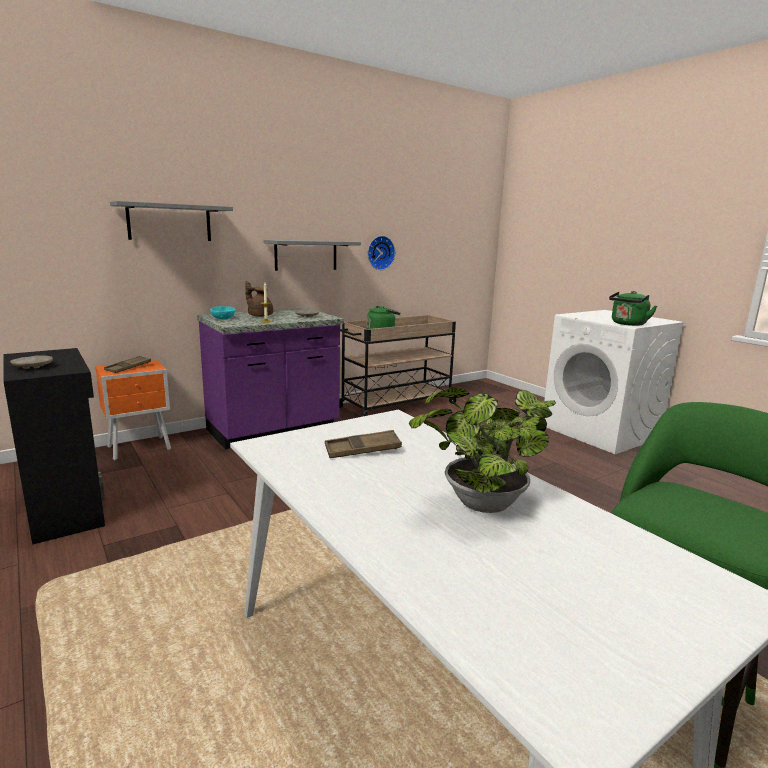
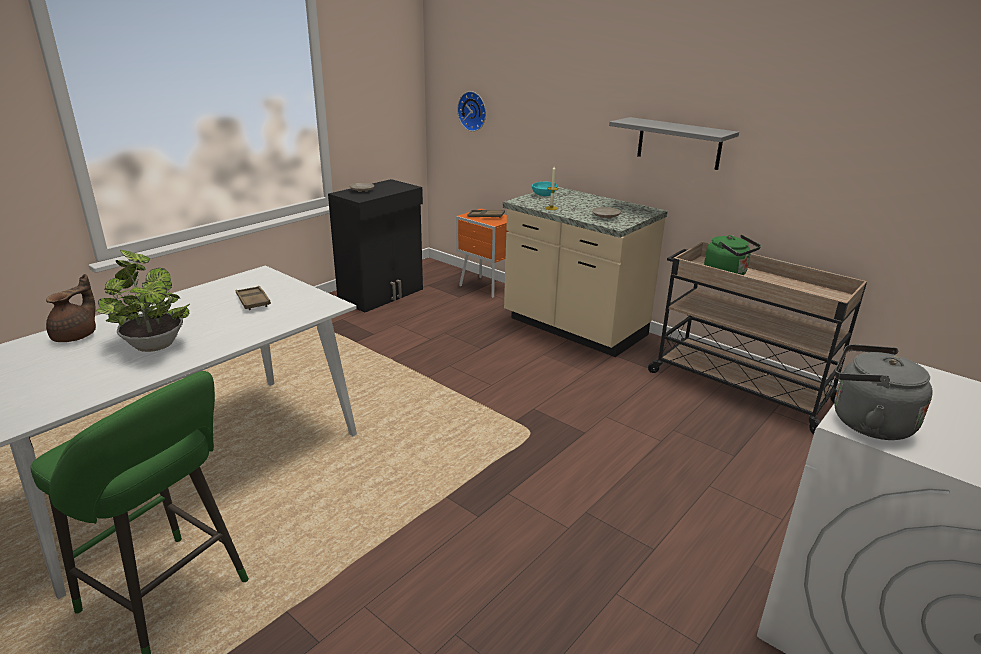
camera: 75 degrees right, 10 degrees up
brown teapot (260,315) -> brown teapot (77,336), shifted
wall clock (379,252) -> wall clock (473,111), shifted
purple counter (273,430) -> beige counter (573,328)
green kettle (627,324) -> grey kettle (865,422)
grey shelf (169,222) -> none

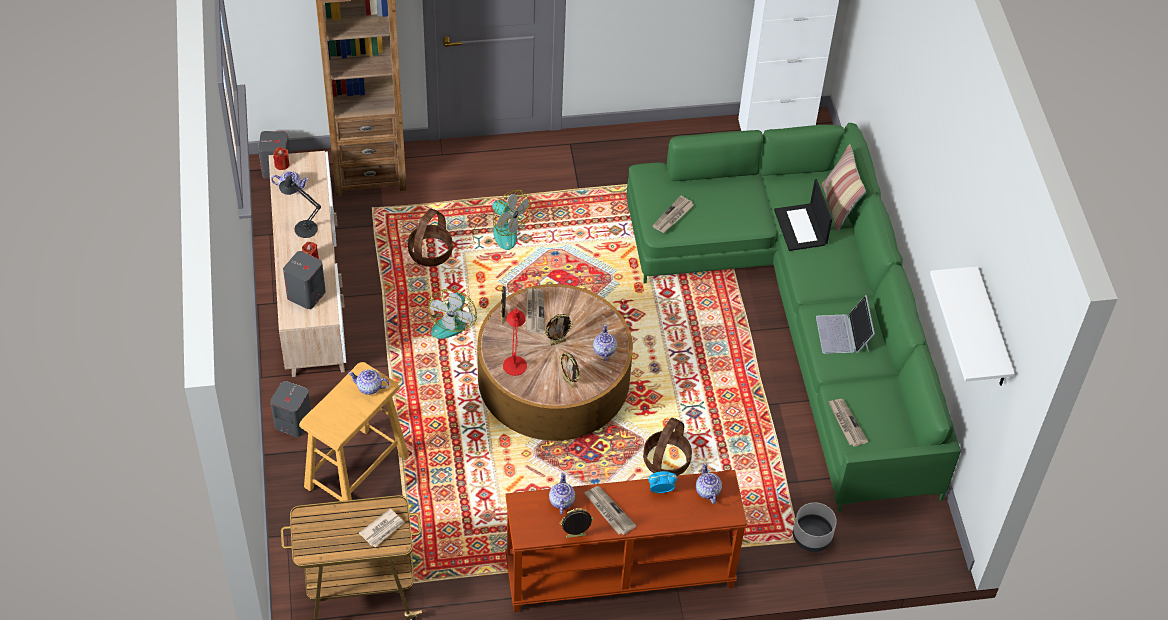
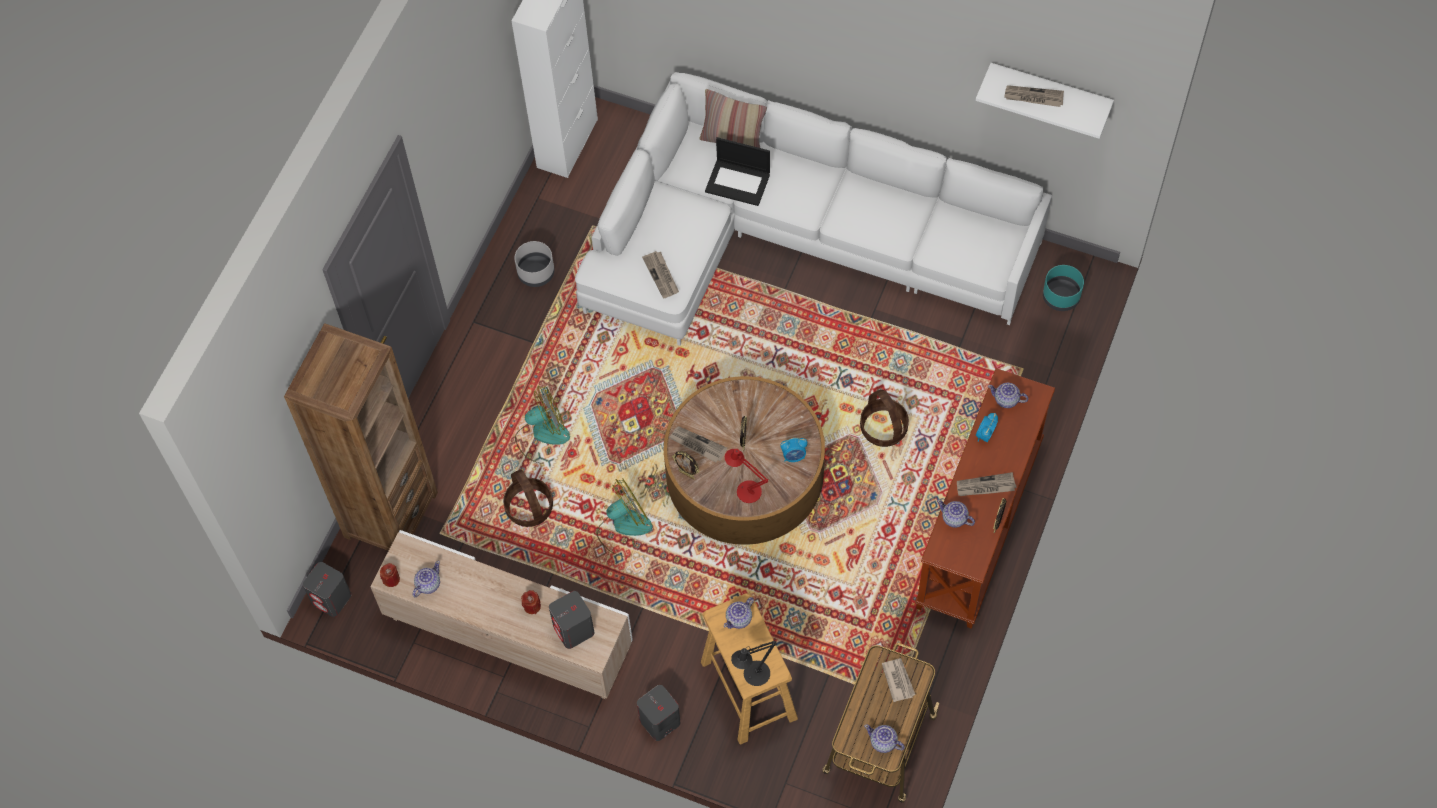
camera: 55 degrees left, 10 degrees up
grey planter (812,537) -> grey planter (536,273), shifted
green sofa (802,313) -> white sofa (791,238)
fan (451,321) -> fan (623,528), 75 degrees counterclockwise
black table lamp (302,227) -> black table lamp (753,675), shifted
picture frame (569,382) -> alarm clock (794,456)
teapot (604,350) -> teapot (883,742), shifted
newspaper (846,423) -> newspaper (1033,97), shifted
none -> turquoise planter (1061,297)
laptop (843,334) -> none

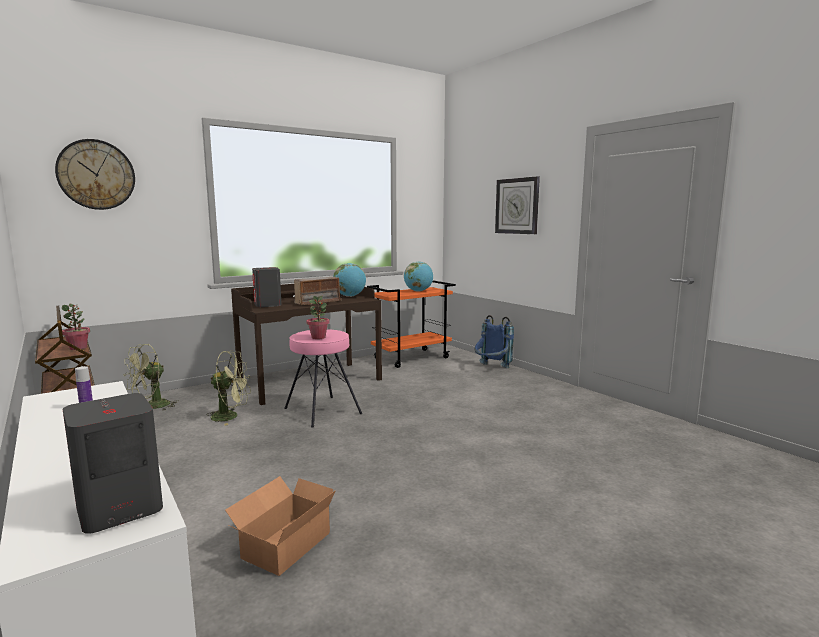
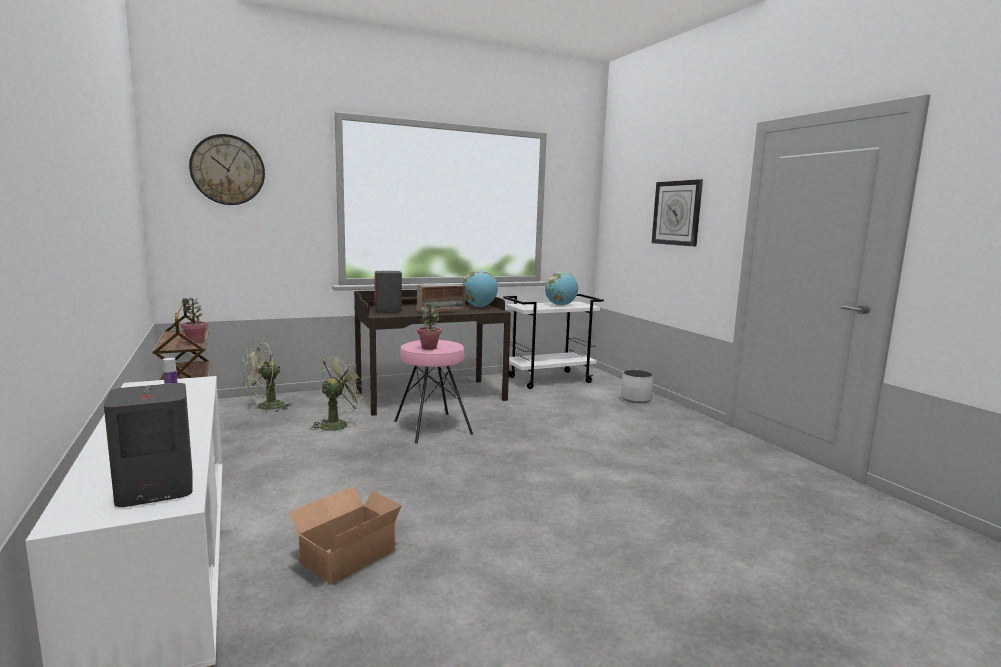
camera: 10 degrees right, 0 degrees up
green fan (231,416) -> green fan (338,424), 60 degrees counterclockwise
orange cart (412,358) -> white cart (549,380)
blue backpack (491,369) -> white planter (636,399)

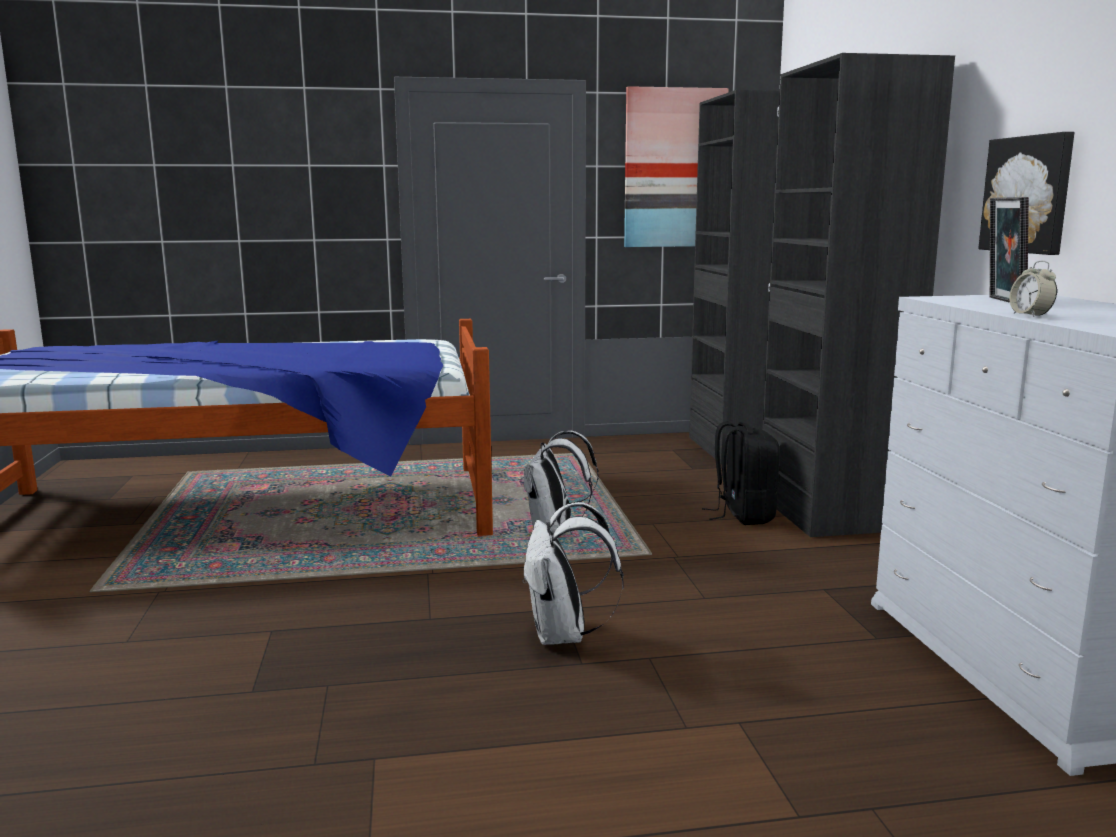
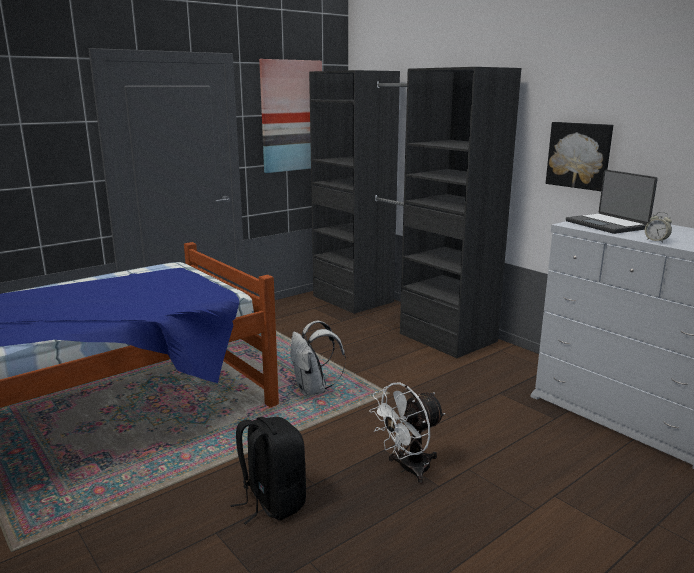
camera: 30 degrees left, 5 degrees up
black backpack (742,515) -> black backpack (271,502), shifted
white backpack (564,635) -> white fan (408,469)
picture frame (1002,301) -> laptop (607,225)

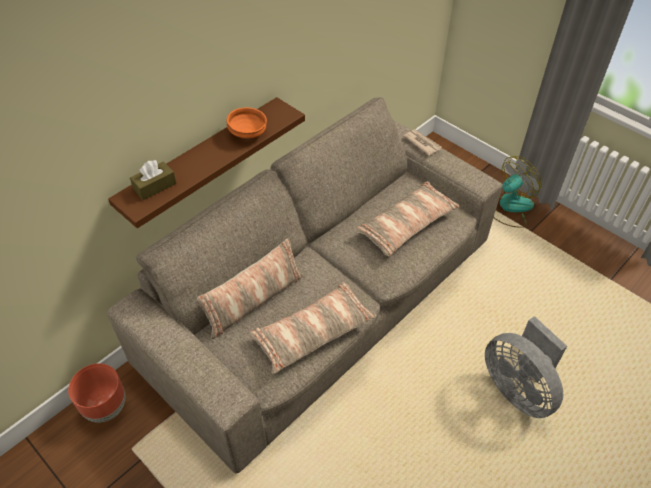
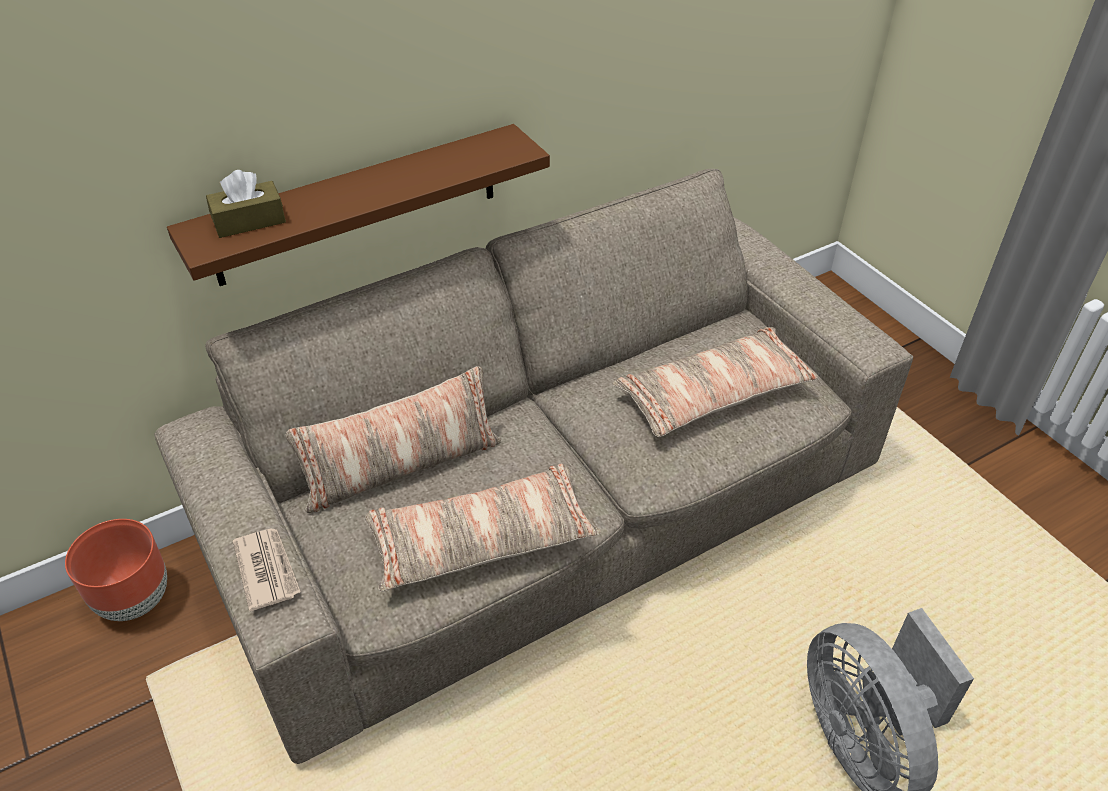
camera: 15 degrees right, 5 degrees down
newspaper (422,143) -> newspaper (267,569), shifted
orange bowl (248,134) -> none
fan (509,207) -> none

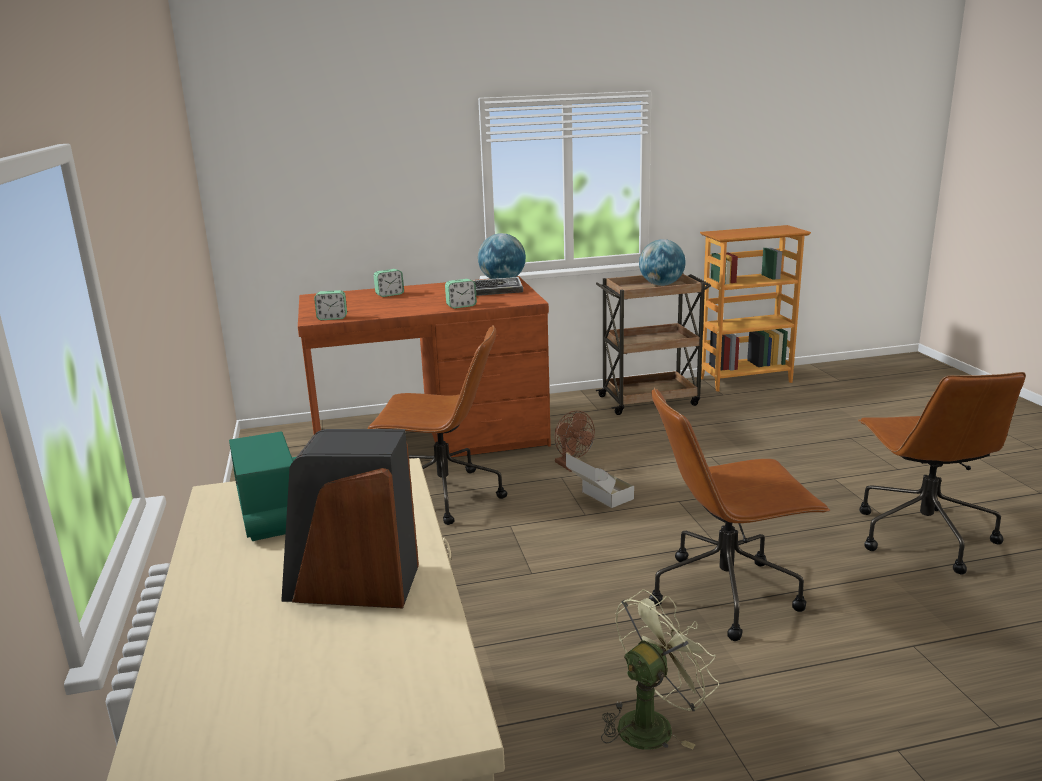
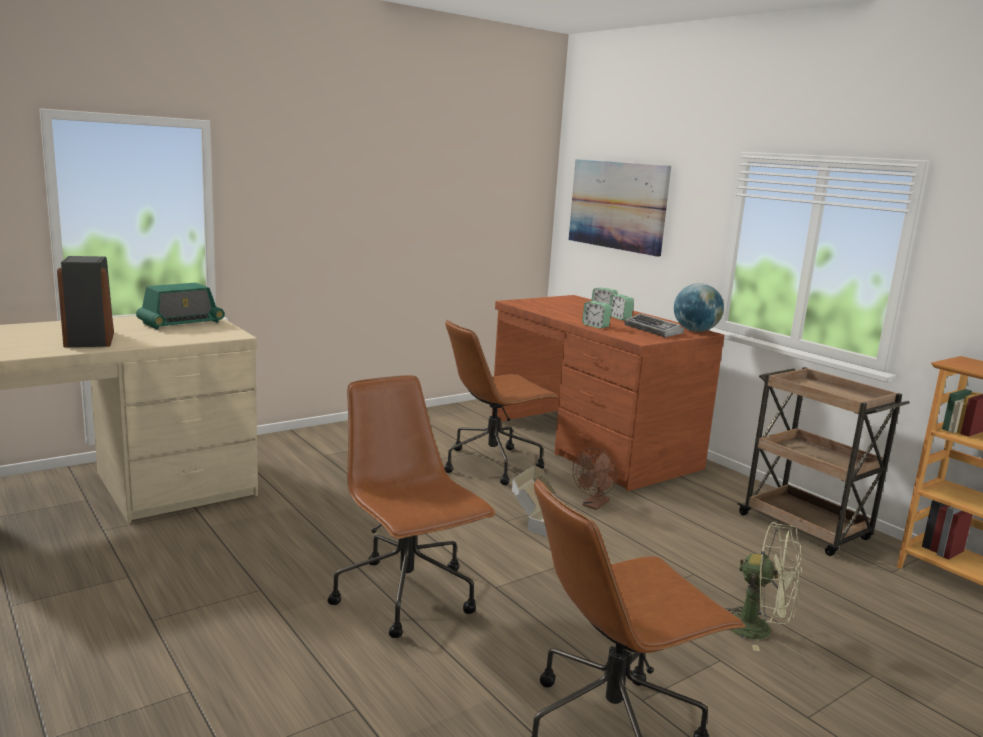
camera: 65 degrees right, 5 degrees down
brown office chair (442,496) -> brown office chair (492,464), 75 degrees clockwise
none -> picture (618,205)
alarm clock (332,318) -> alarm clock (620,318), shifted
green fan (652,723) -> green fan (759,630), shifted
globe (661,285) -> none

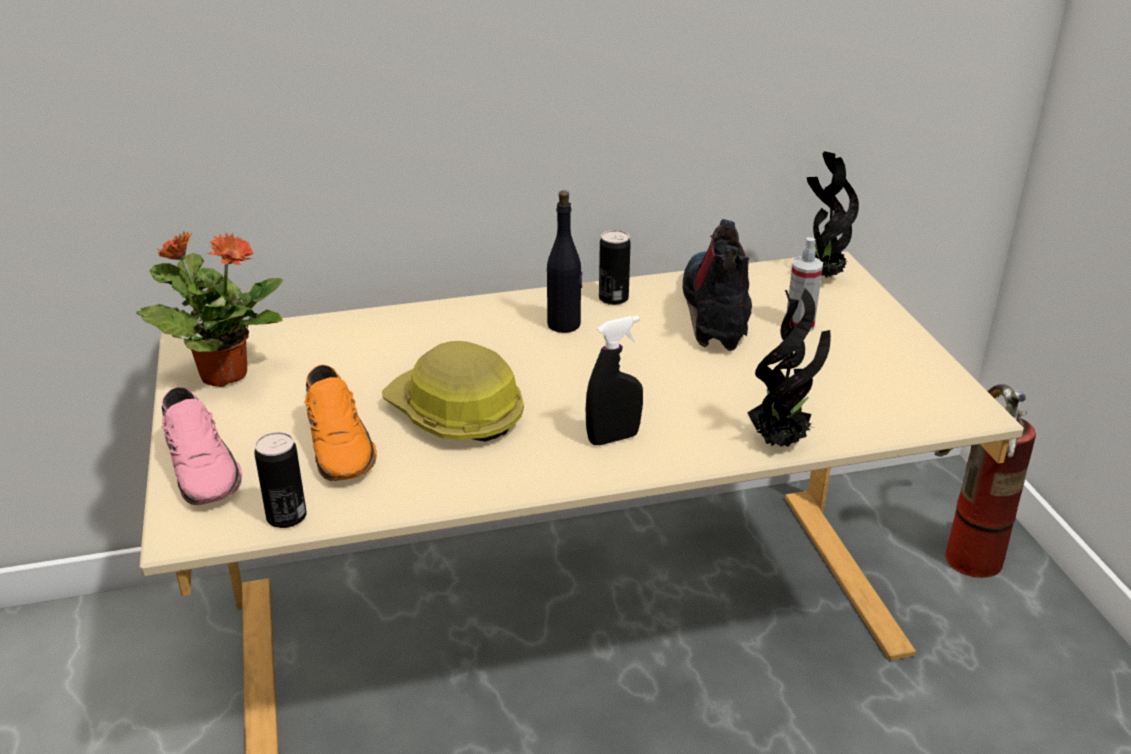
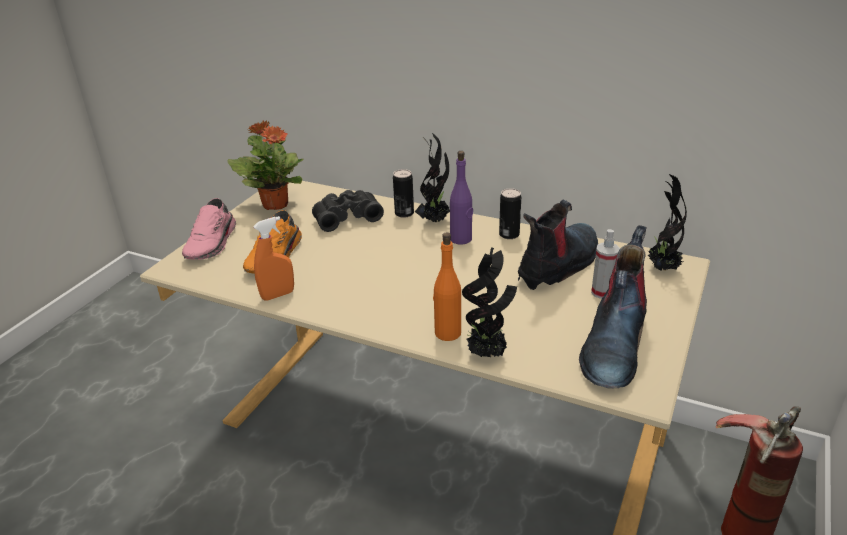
camera: 40 degrees right, 0 degrees up
none -> orange spray bottle (278,295)
none -> black binoculars (346,217)
can (286,517) -> can (404,213), shifted
none -> potted plant (435,220)
none -> orange bottle (447,333)
black bottle (564,324) -> purple bottle (461,239)
none -> boot (614,345)
hard hat (455,415) -> none
black spray bottle (613,438) -> none

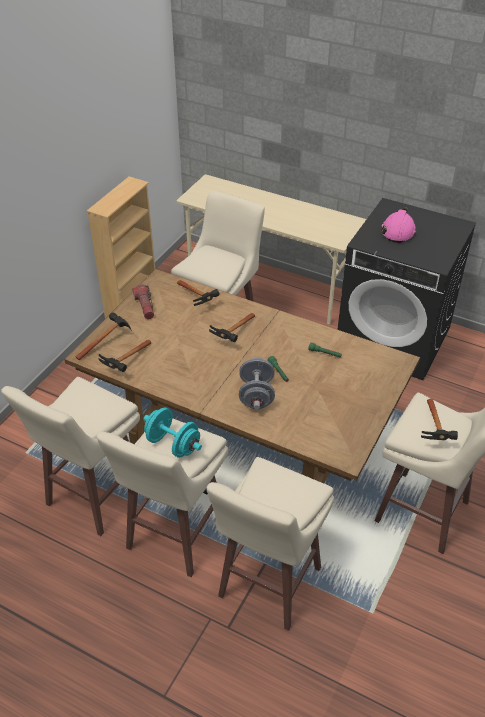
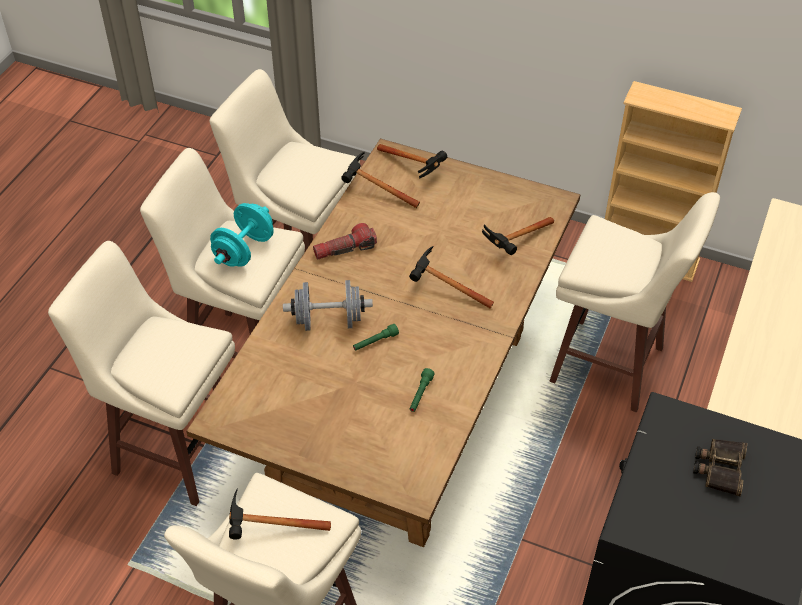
camera: 85 degrees right, 5 degrees up
flashlight (145,306) -> flashlight (345,249), shifted
pink hard hat (398,231) -> binoculars (719,468)

